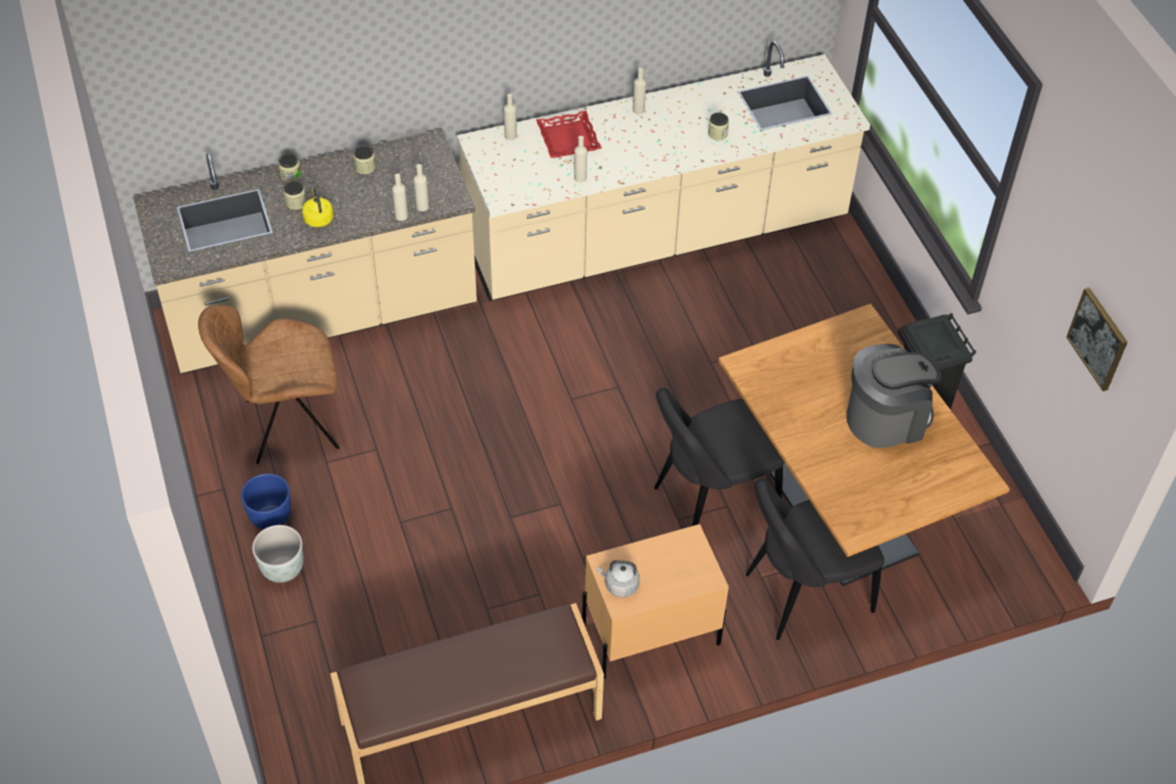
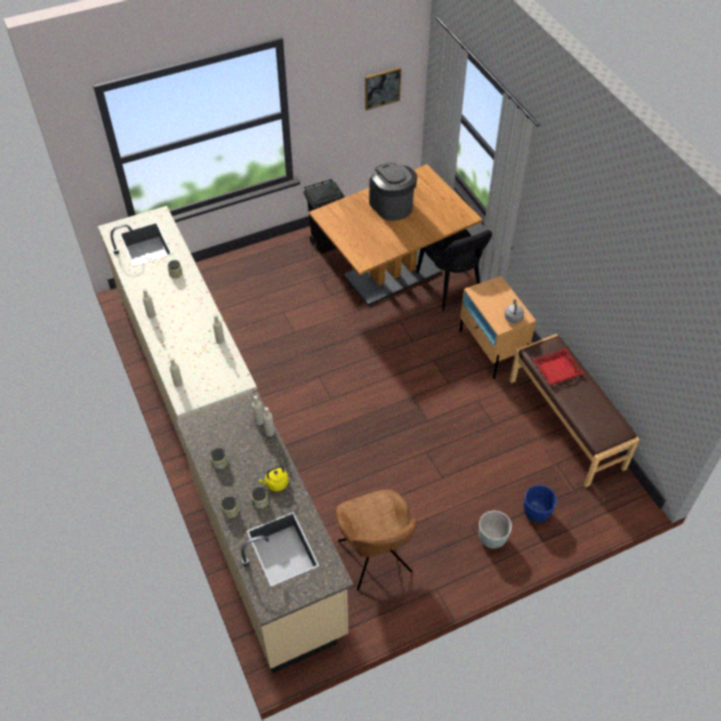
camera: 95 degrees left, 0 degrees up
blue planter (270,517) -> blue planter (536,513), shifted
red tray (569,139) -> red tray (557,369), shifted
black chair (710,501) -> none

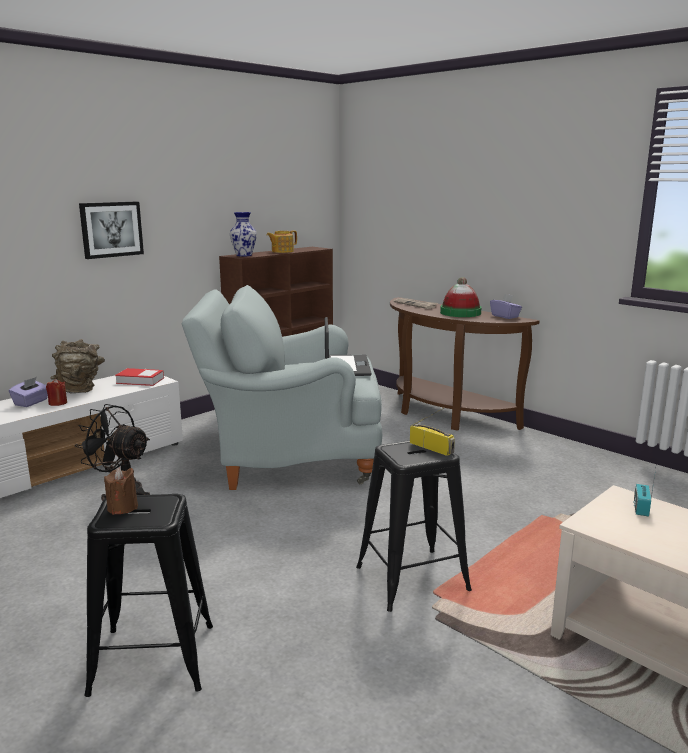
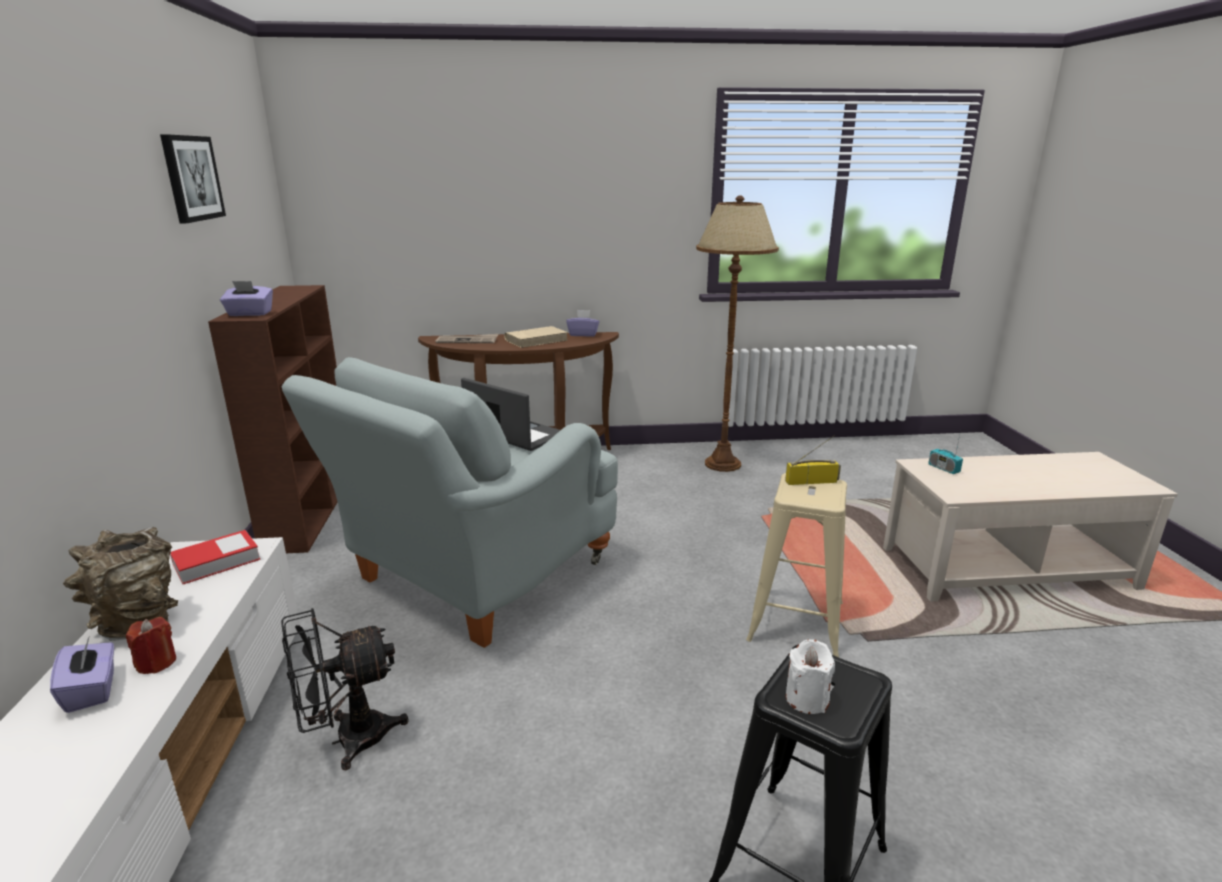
camera: 50 degrees left, 5 degrees up
picture (111,229) -> picture (191,178), shifted
vase (244,255) -> purple tissue box (250,314)
hat (460,313) -> beige book (536,340)
none -> brown floor lamp (723,464)
black stool (411,579) -> beige stool (796,622)
brown candle (122,508) -> white candle (807,699)
teapot (282,251) -> none

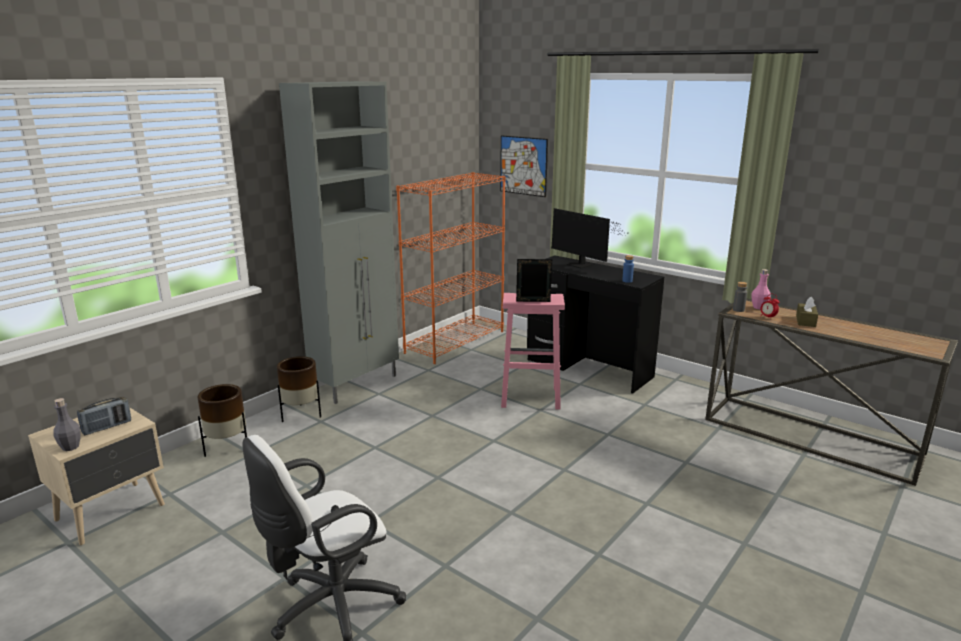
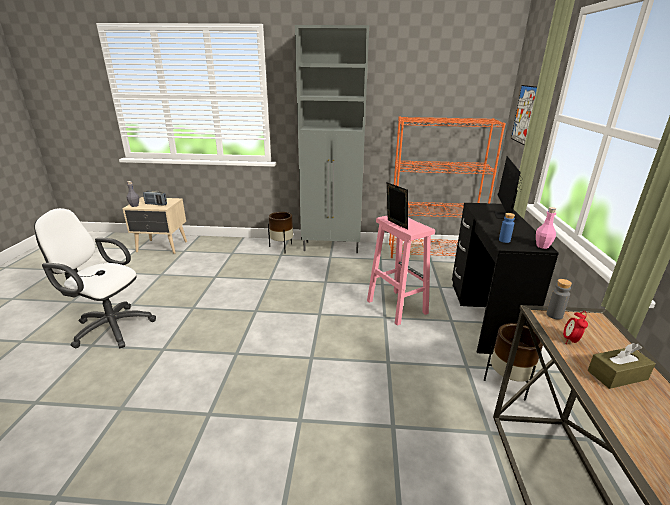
camera: 55 degrees right, 5 degrees up
brown planter (227,448) -> brown planter (507,384), shifted
pink bottle (759,307) -> pink bottle (542,246), shifted

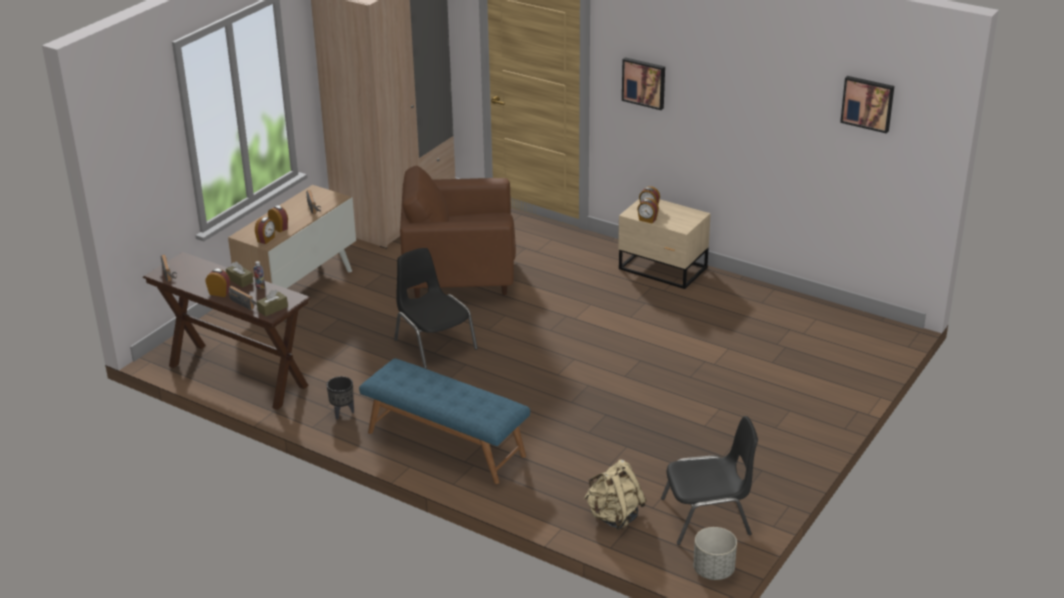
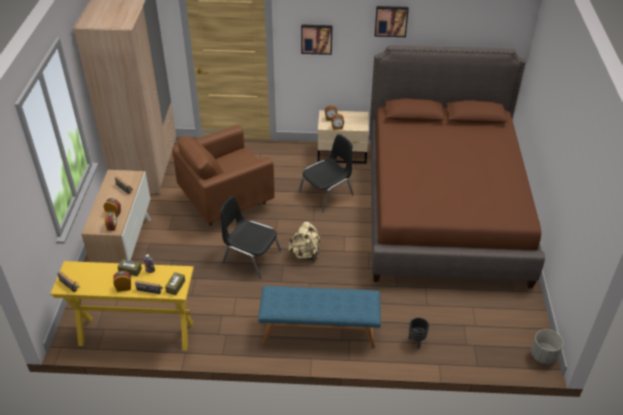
camera: 30 degrees left, 10 degrees up
brown console table (237,375) -> yellow console table (136,333)
beige backpack (614,516) -> beige backpack (305,254), shifted
black chair (707,517) -> black chair (327,193), shifted
none -> brown bed (443,209)
picture (868,103) -> picture (391,20), shifted
black planter (342,413) -> black planter (416,341), shifted

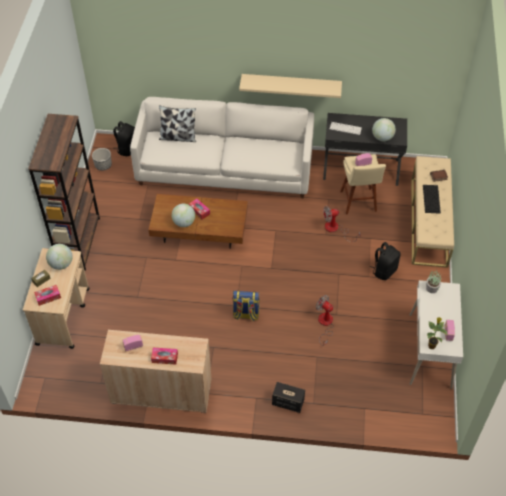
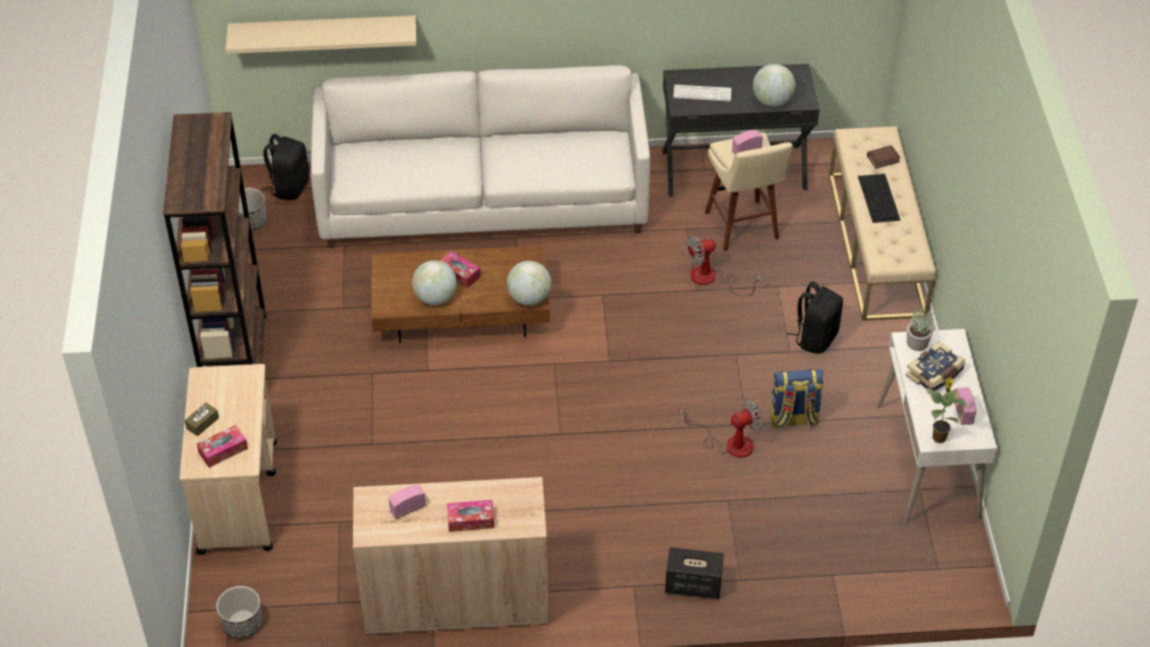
camera: 10 degrees left, 5 degrees down
none -> planter (242,624)
beige shelf (291,84) -> beige shelf (323,32), shifted
globe (61,264) -> globe (529,298), shifted
fan (325,324) -> fan (729,443), 120 degrees clockwise
backpack (246,314) -> backpack (793,419), shifted
none -> book (935,375)
pillow (178,137) -> none

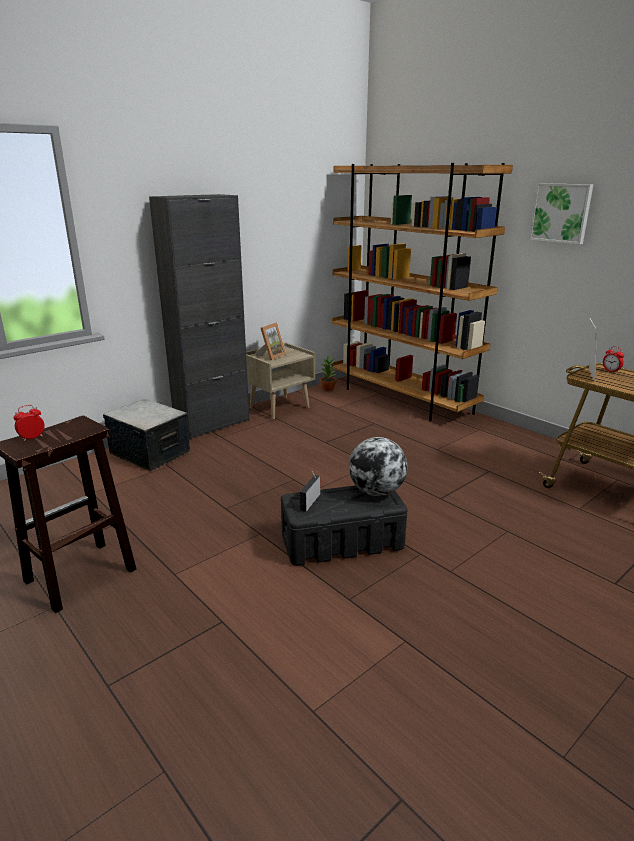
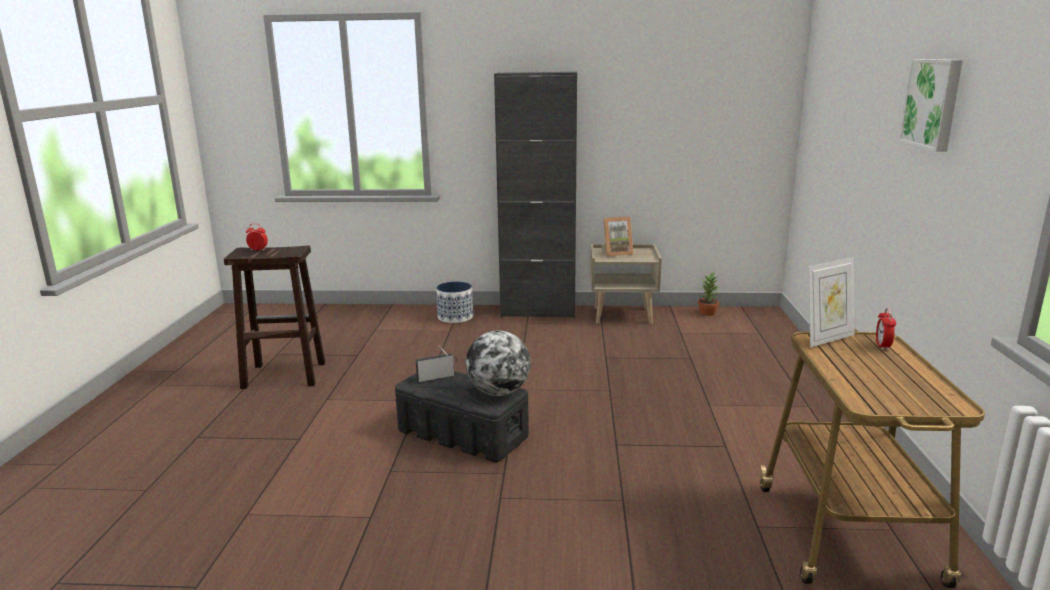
camera: 45 degrees right, 5 degrees down
storage box (150,453) -> planter (455,317)
brown bookcase (401,398) -> none

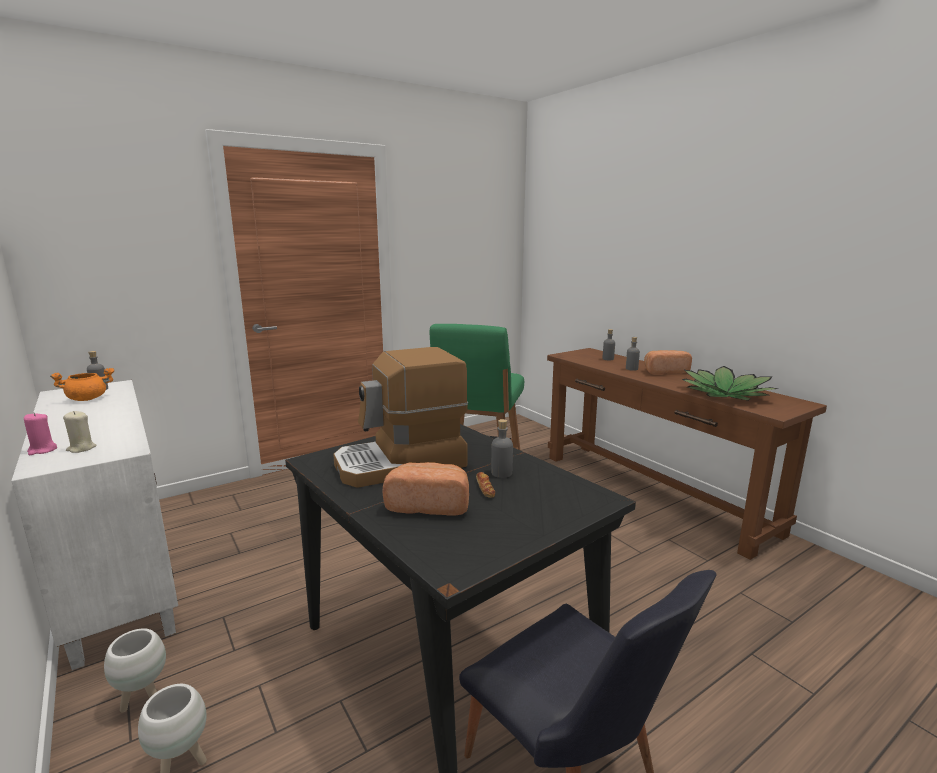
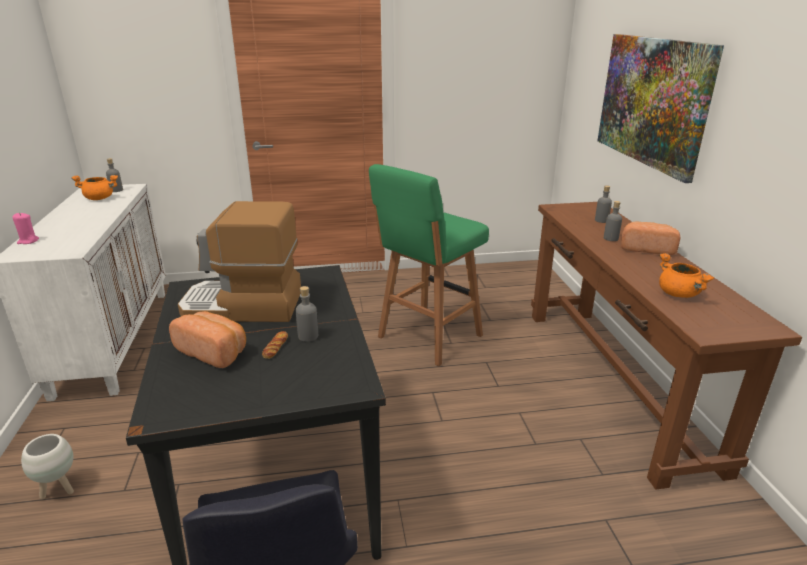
camera: 25 degrees right, 10 degrees up
none -> picture (652,101)
potted plant (726,394) -> orange cooking pot (679,294)
beige candle (81,448) -> none
white planter (144,700) -> none

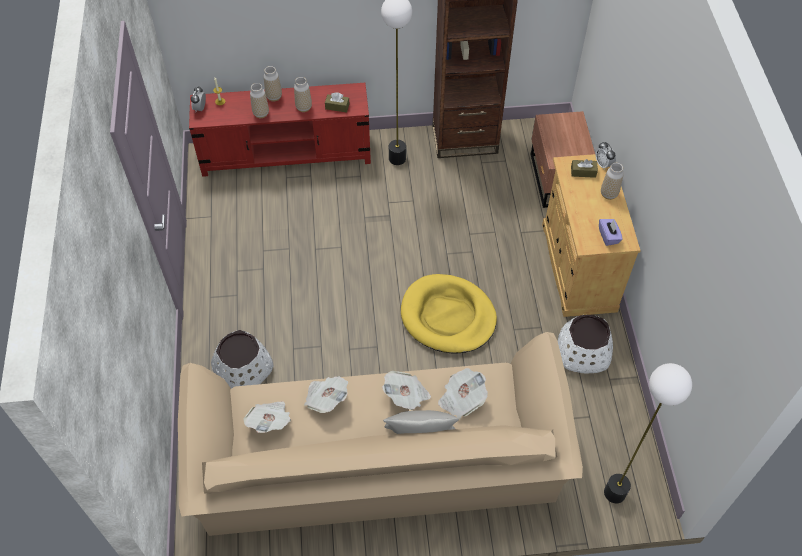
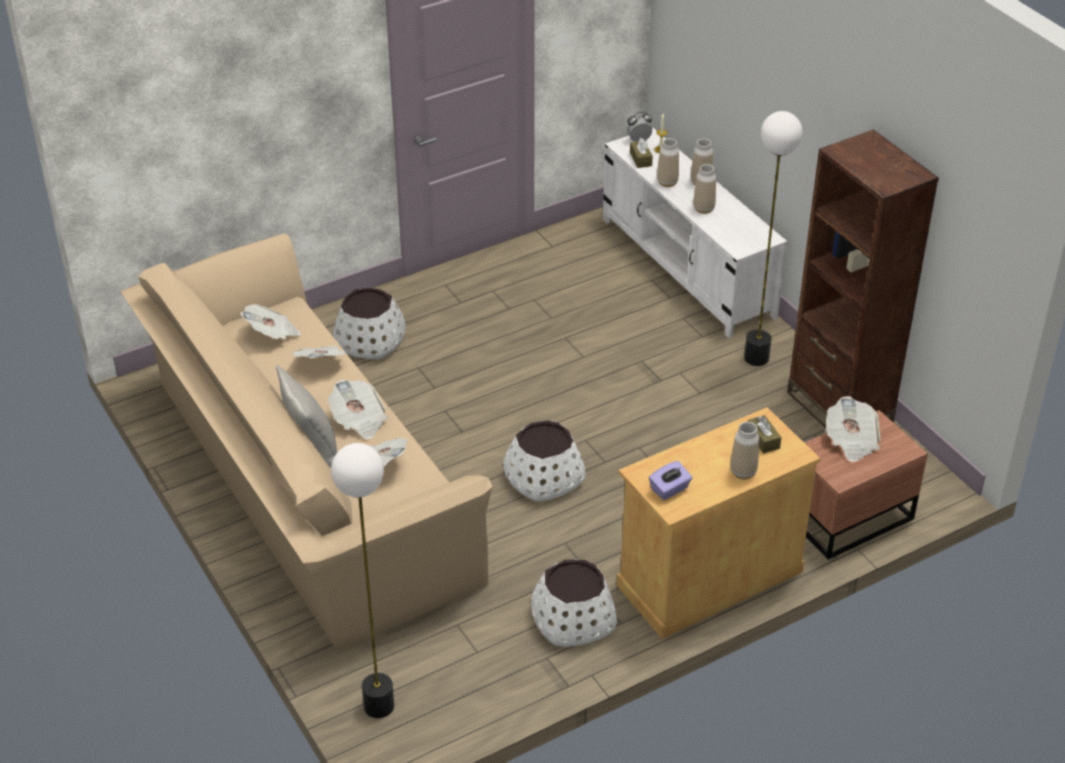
camera: 65 degrees right, 15 degrees down
yellow dog bed (448,316) -> white planter (544,477)
red tv stand (287,154) -> white tv stand (687,268)
brown tissue box (337,106) -> brown tissue box (640,159), shifted
none -> newspaper (851,441)
alarm clock (603,164) -> none

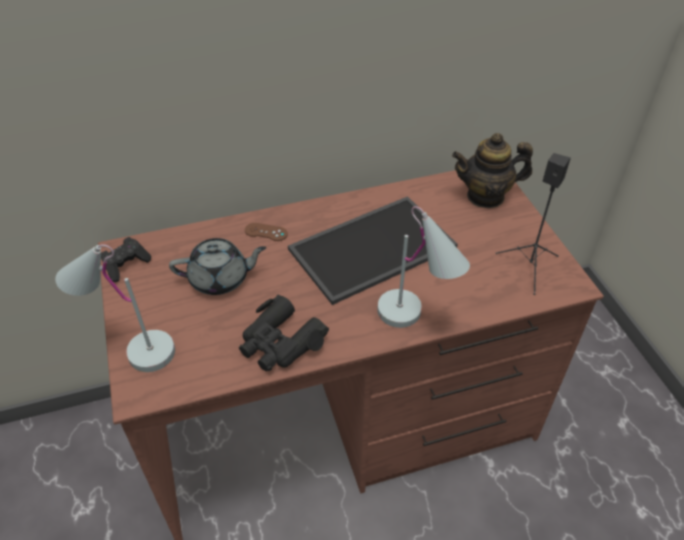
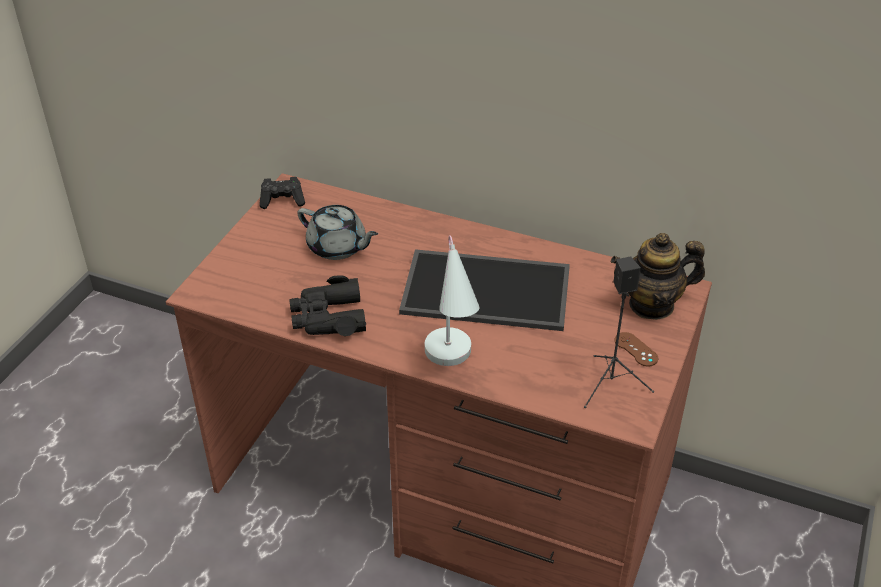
camera: 40 degrees right, 5 degrees down
teapot (486,196) -> teapot (652,305), 45 degrees counterclockwise
brown game controller (266,232) -> brown game controller (636,349), shifted
white table lamp (131,349) -> none

